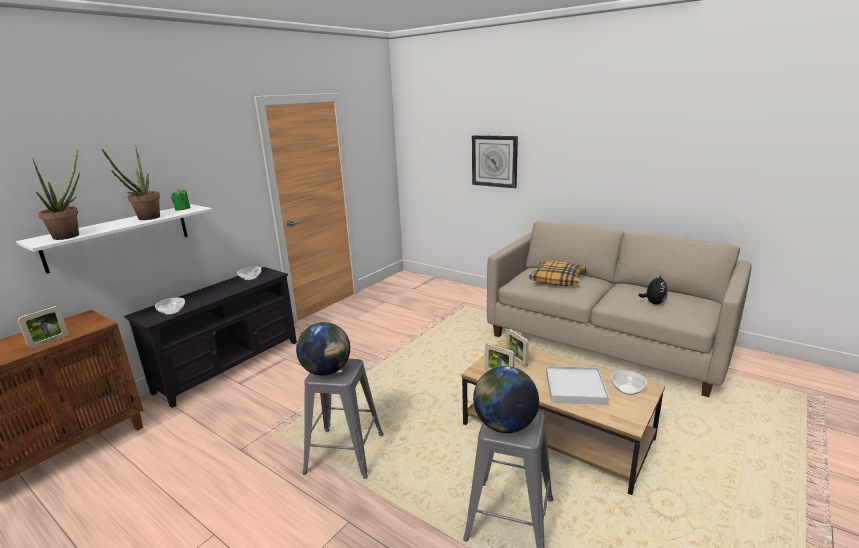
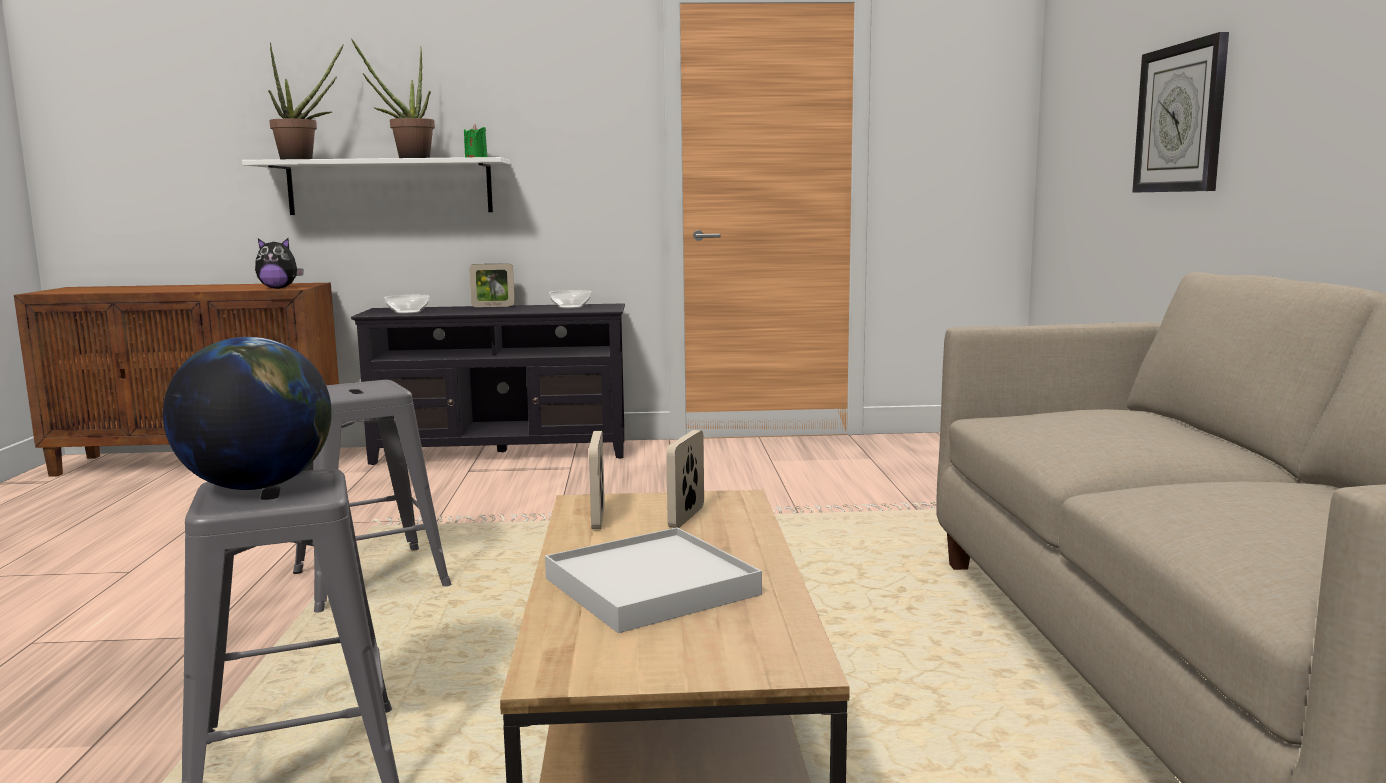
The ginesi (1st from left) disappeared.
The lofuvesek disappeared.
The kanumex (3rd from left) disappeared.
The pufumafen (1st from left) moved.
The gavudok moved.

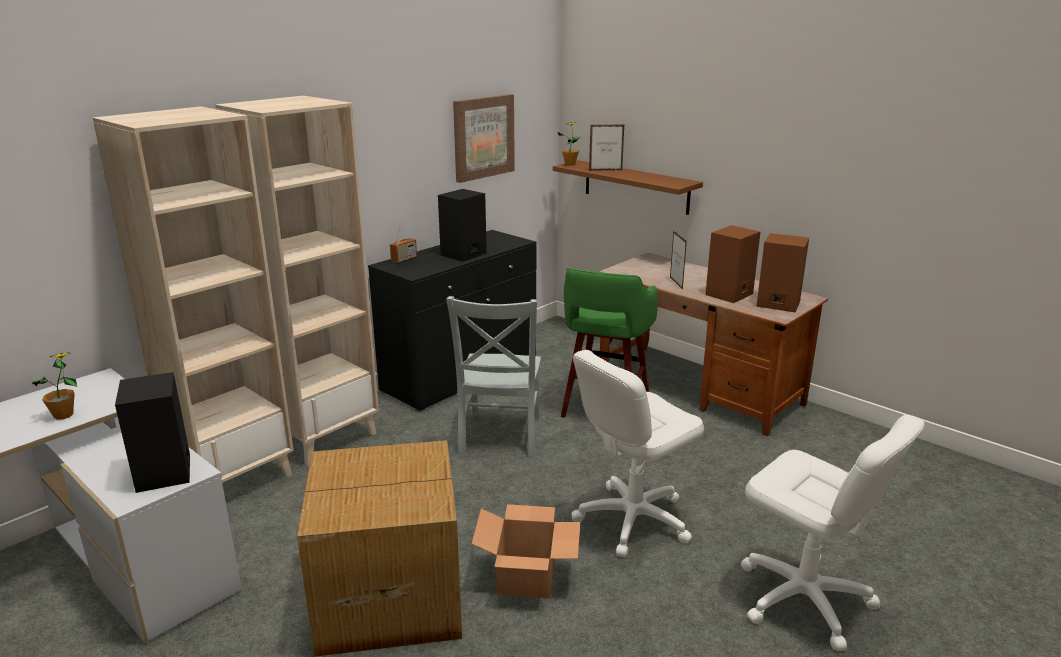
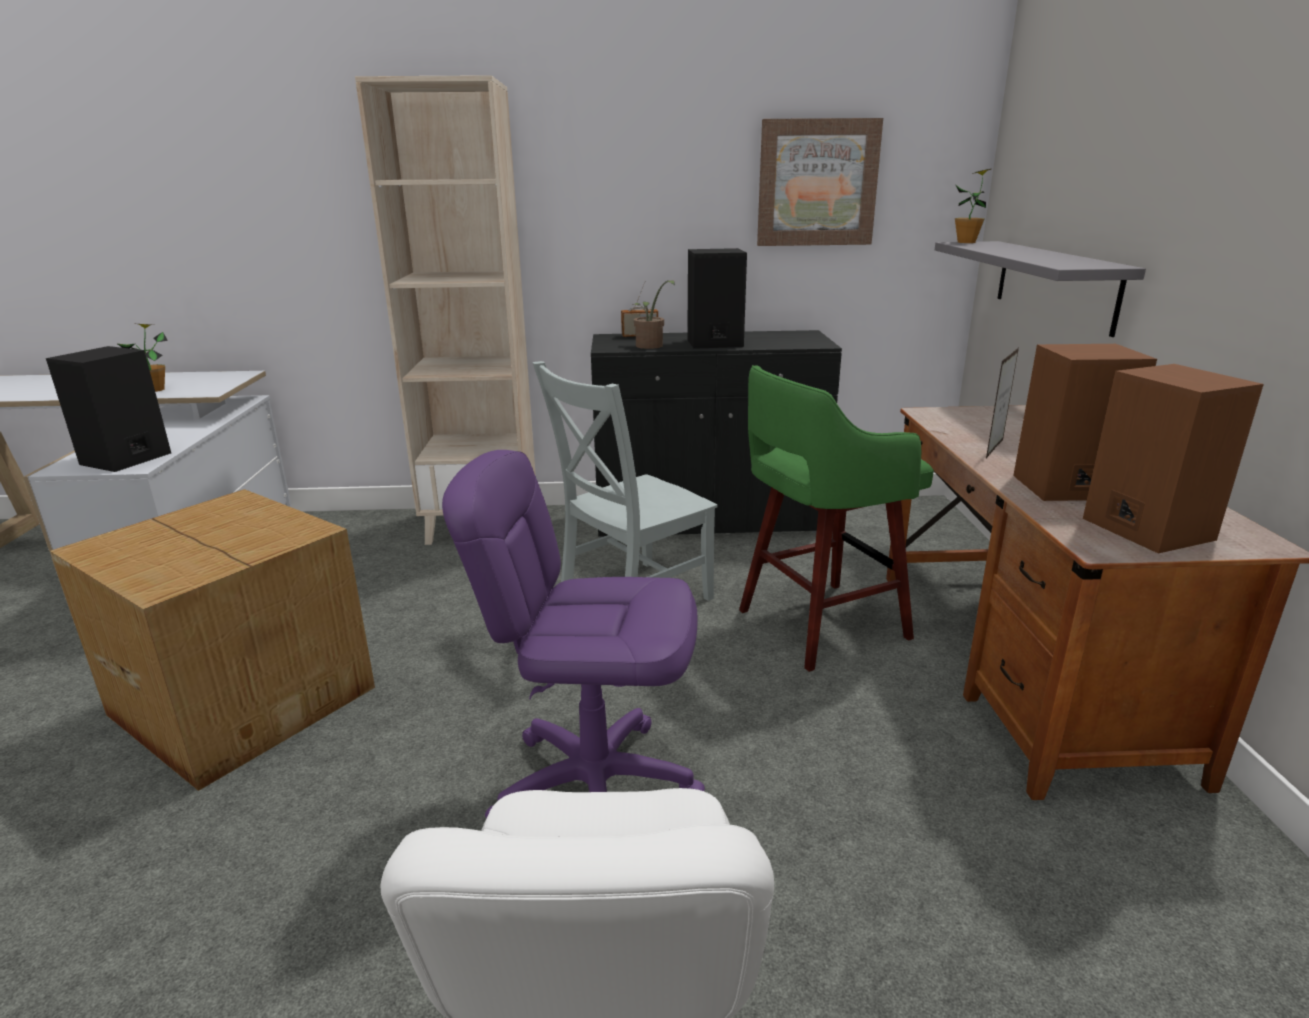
The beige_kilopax (1st from left) disappeared.
The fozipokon (2nd from left) disappeared.
The pufumafen (1st from left) disappeared.
The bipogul (2nd from left) appeared.
The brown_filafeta became the grey_filafeta.
The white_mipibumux (1st from left) became the purple_mipibumux.

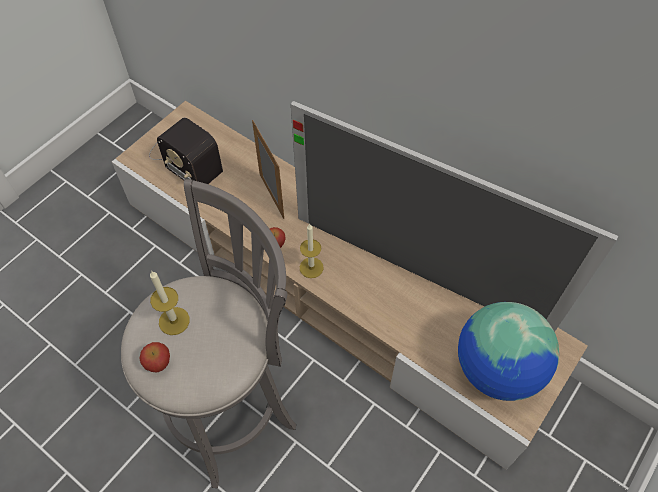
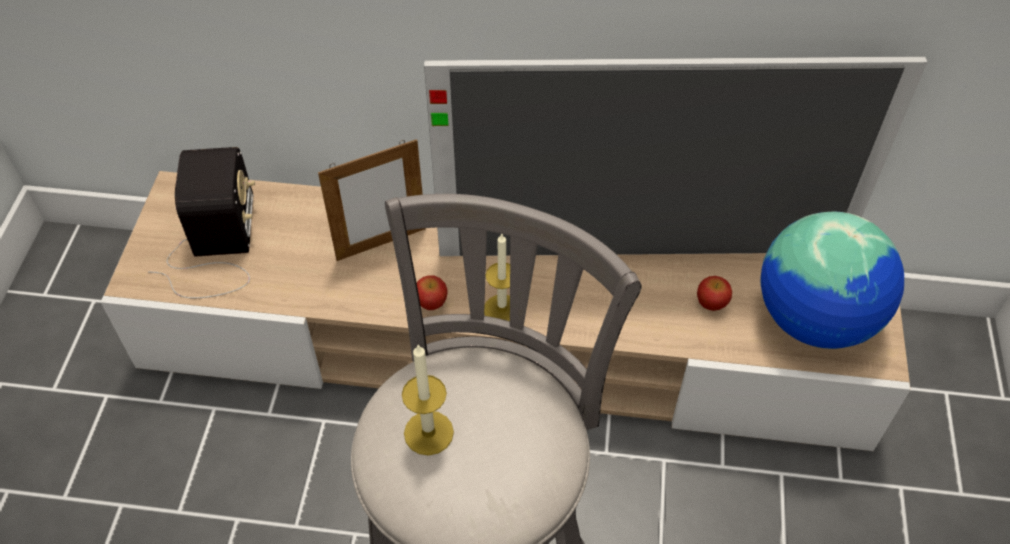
The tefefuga (1st from left in the first image) moved.
The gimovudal turned 105 degrees counterclockwise.
The pufumafen turned 120 degrees clockwise.

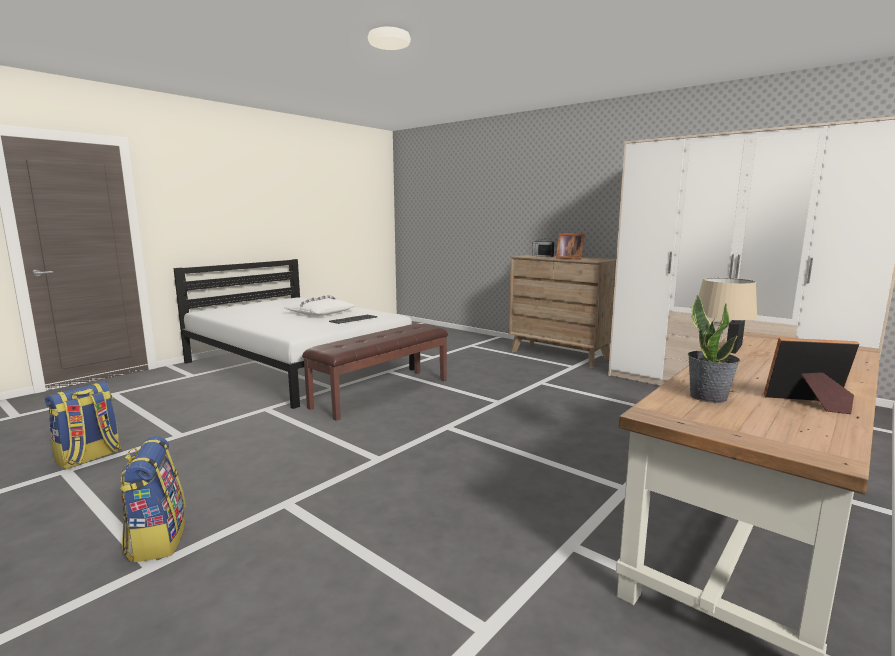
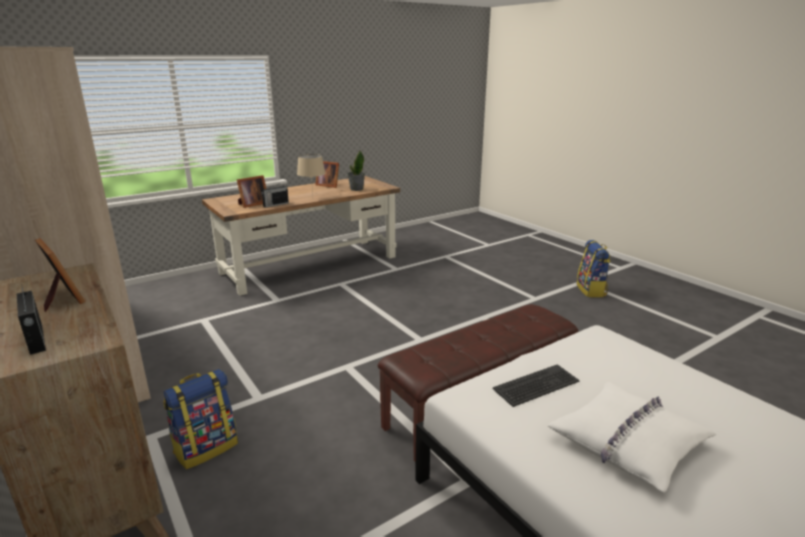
The pufumafen (2nd from left) appeared.
The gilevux (1st from left) moved.

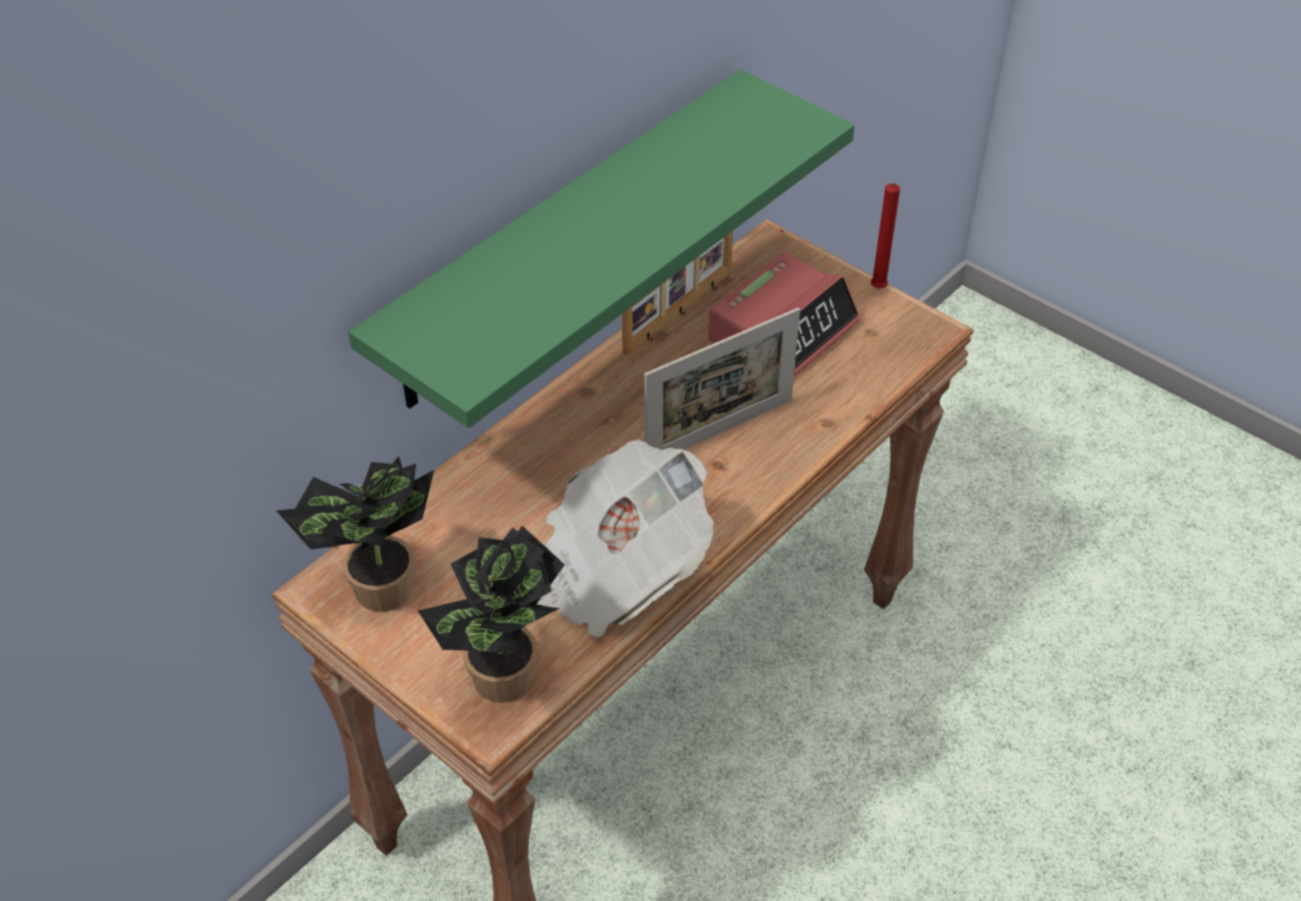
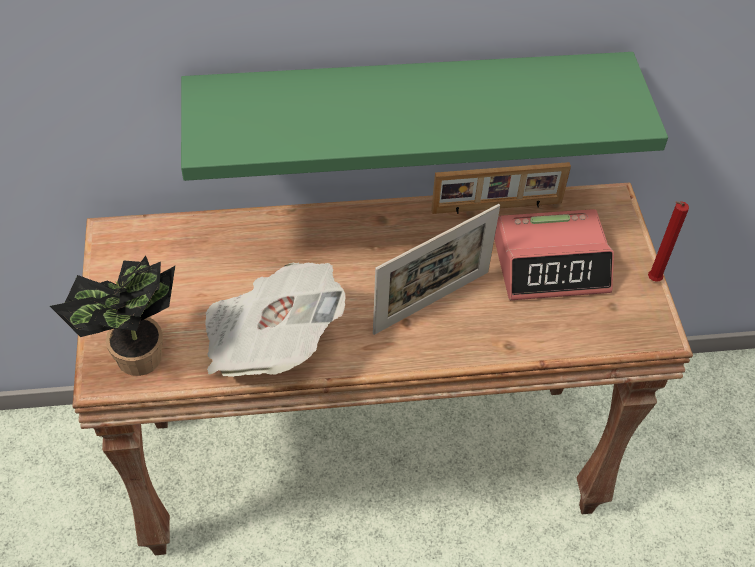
The bipogul (1st from left) disappeared.
The pufumafen (2nd from left in the first image) turned 45 degrees counterclockwise.

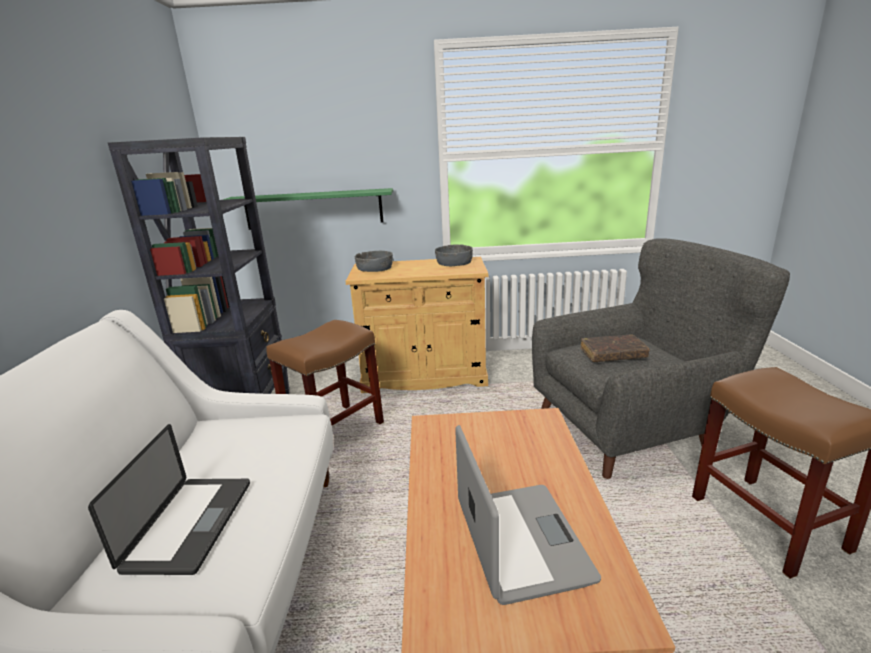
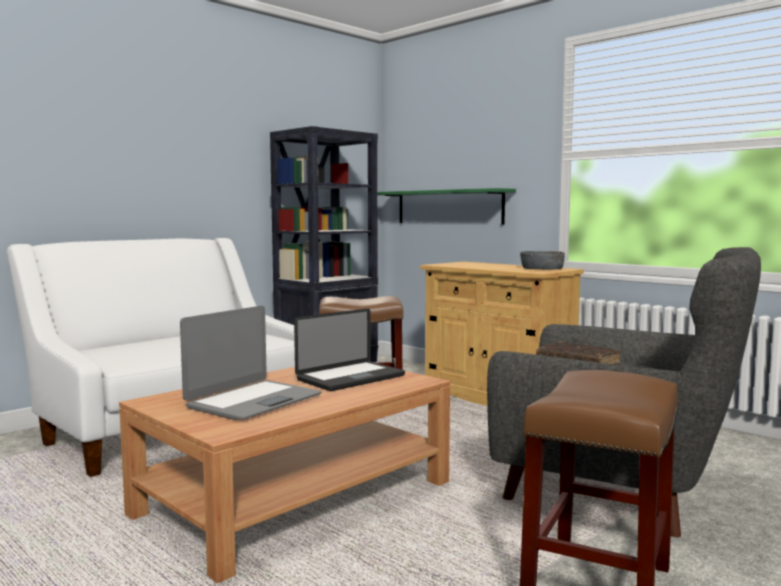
The grey_kanumex (1st from left) disappeared.
The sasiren (1st from left in the first image) moved.

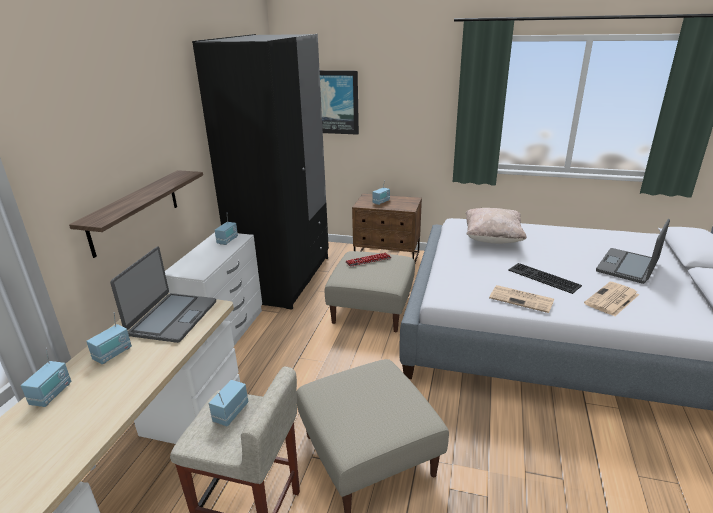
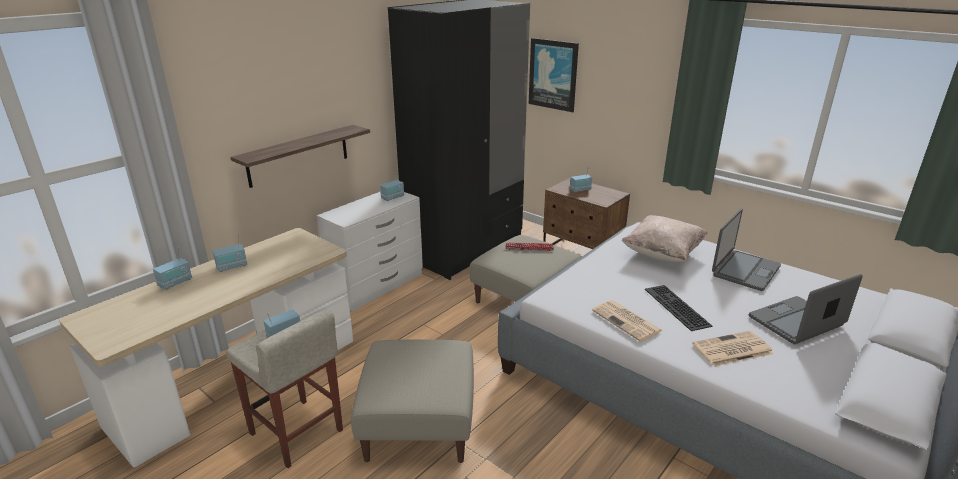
The sasiren (1st from left) moved.

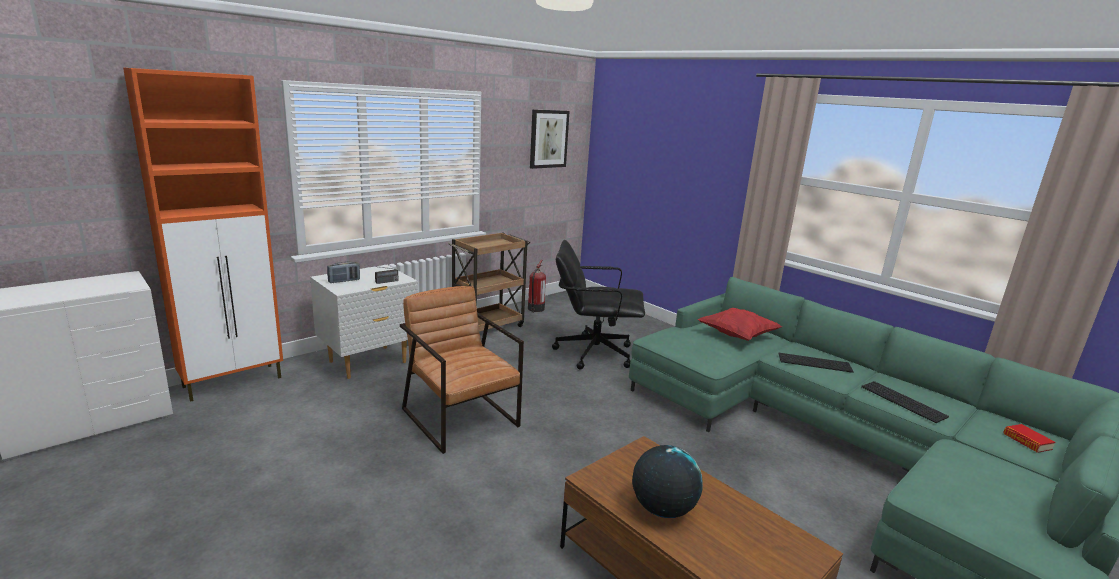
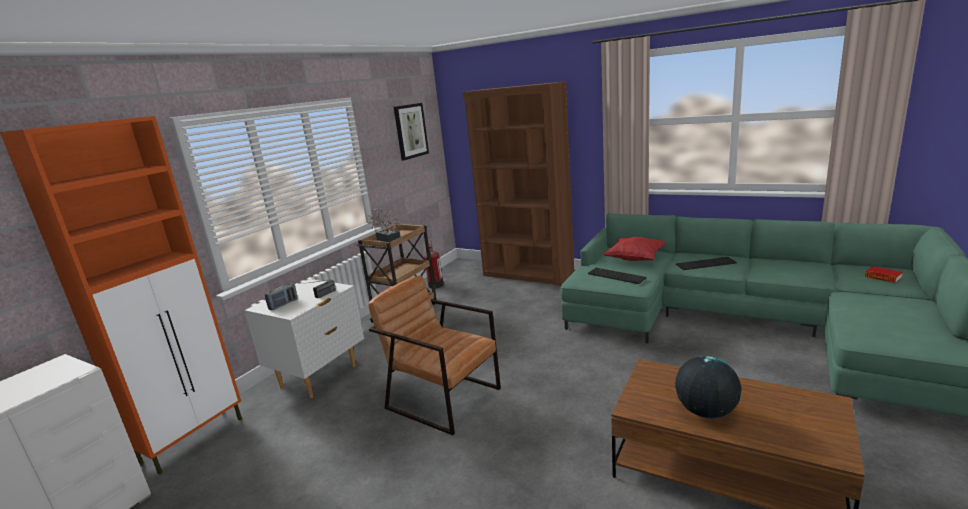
The black_mipibumux disappeared.
The bipogul appeared.
The brown_kilopax appeared.
The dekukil (2nd from left in the first image) moved.

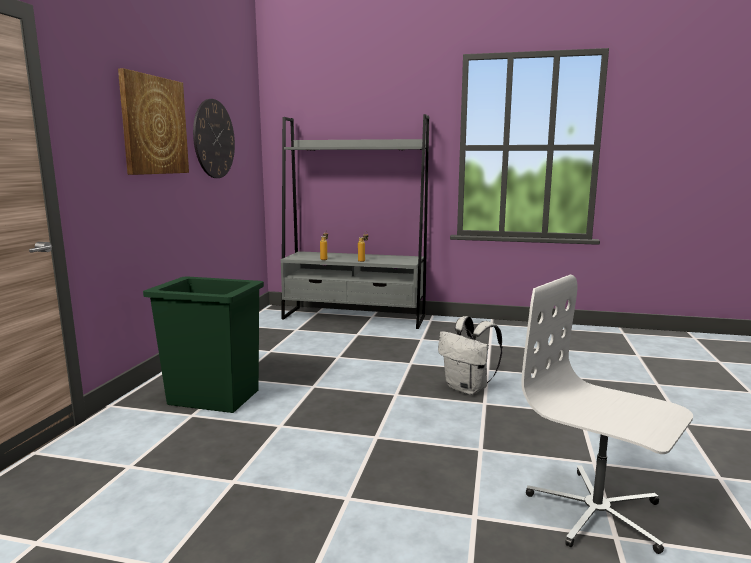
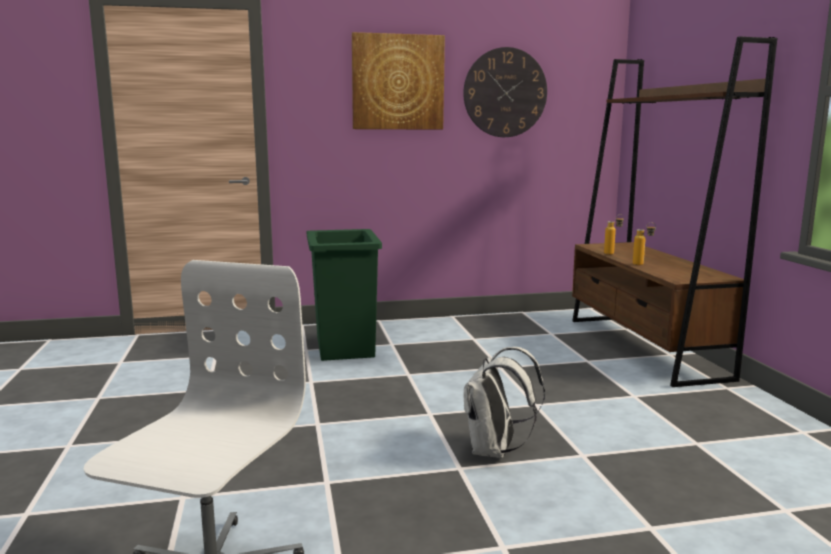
The grey_kilopax became the brown_kilopax.

